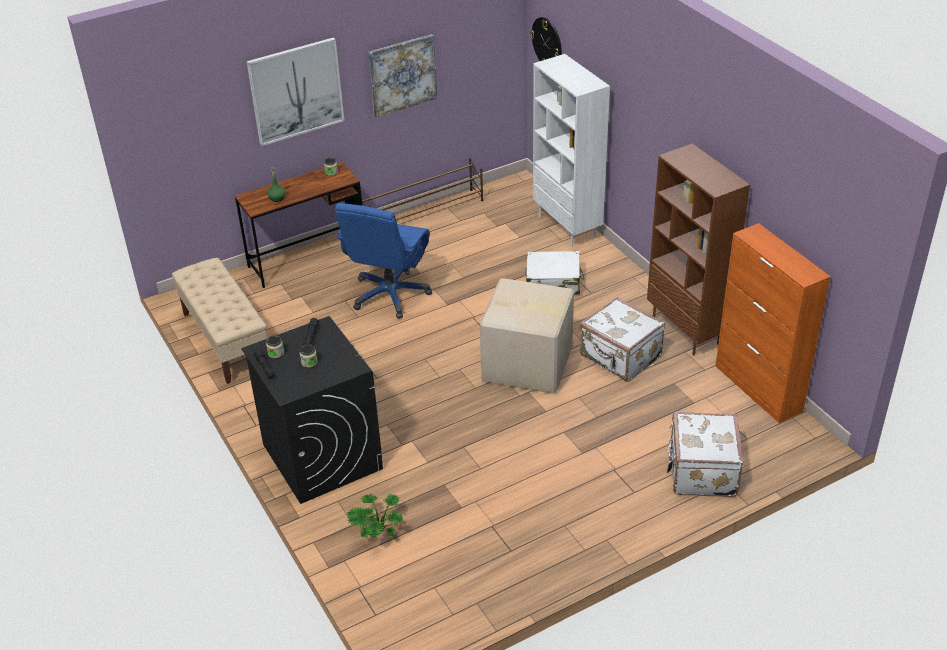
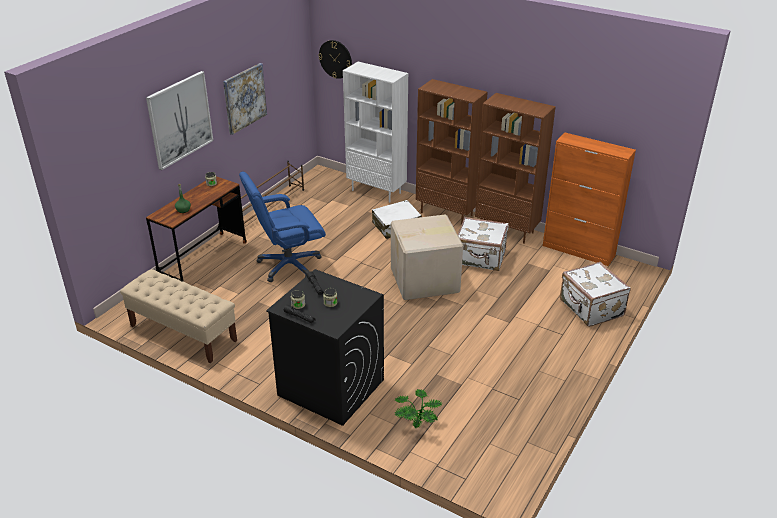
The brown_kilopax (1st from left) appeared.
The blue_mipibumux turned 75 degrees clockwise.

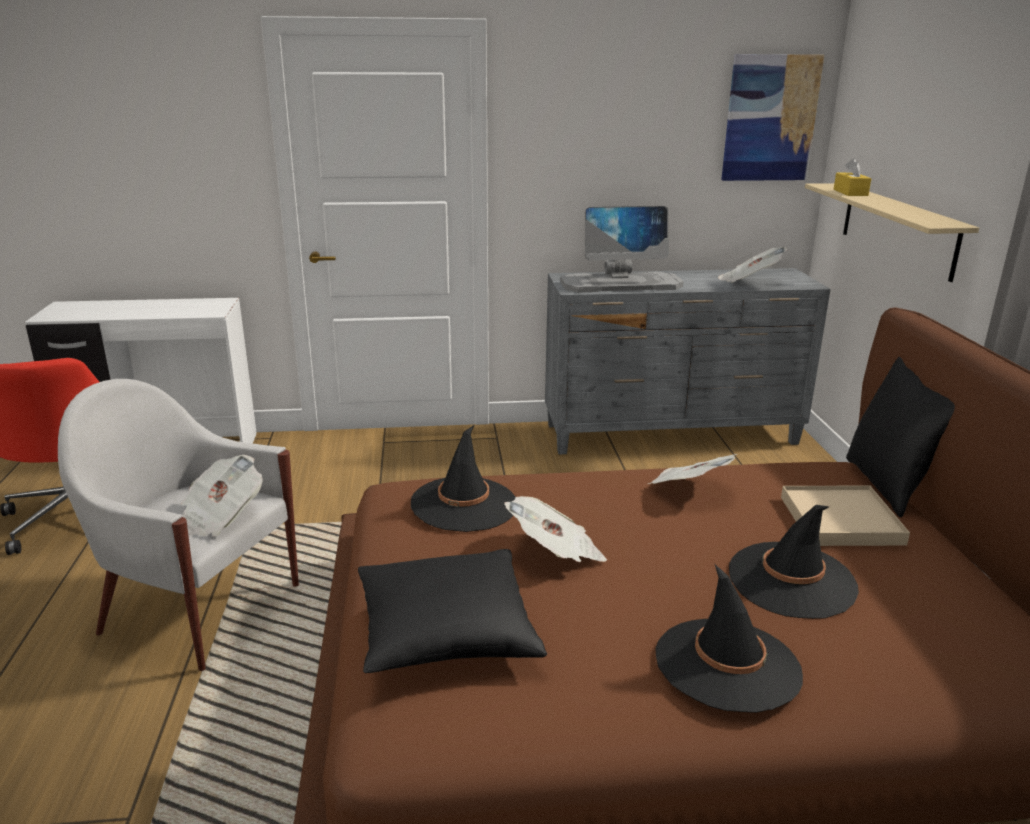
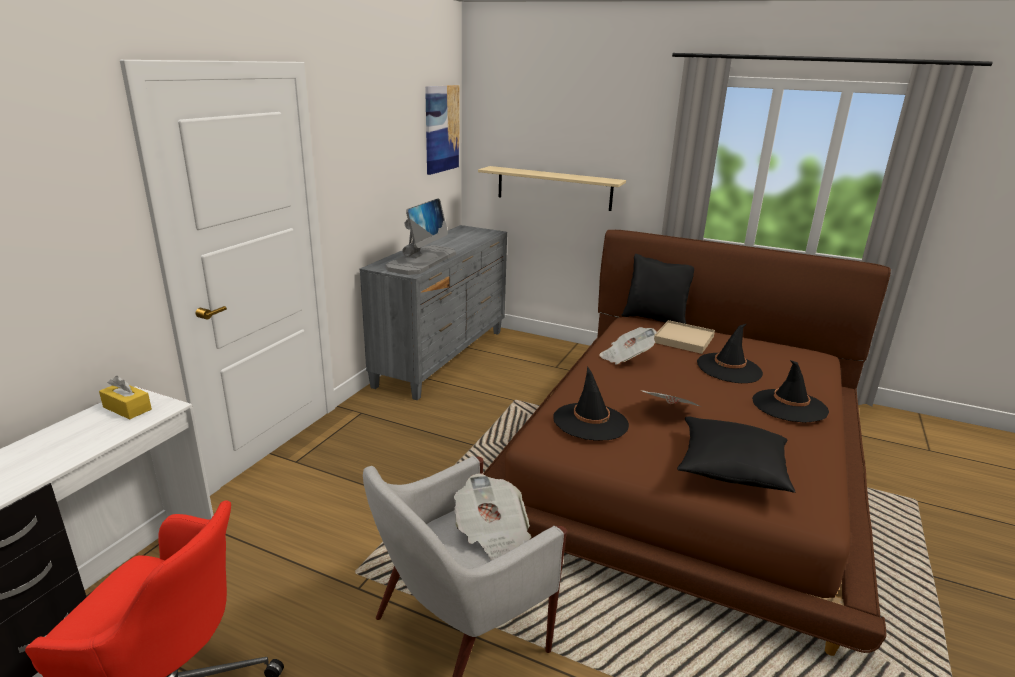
The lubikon (4th from left) disappeared.
The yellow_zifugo moved.

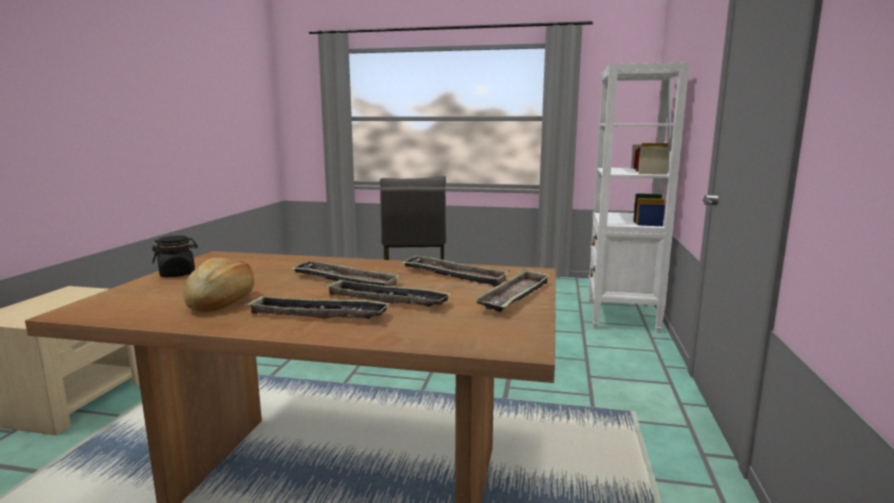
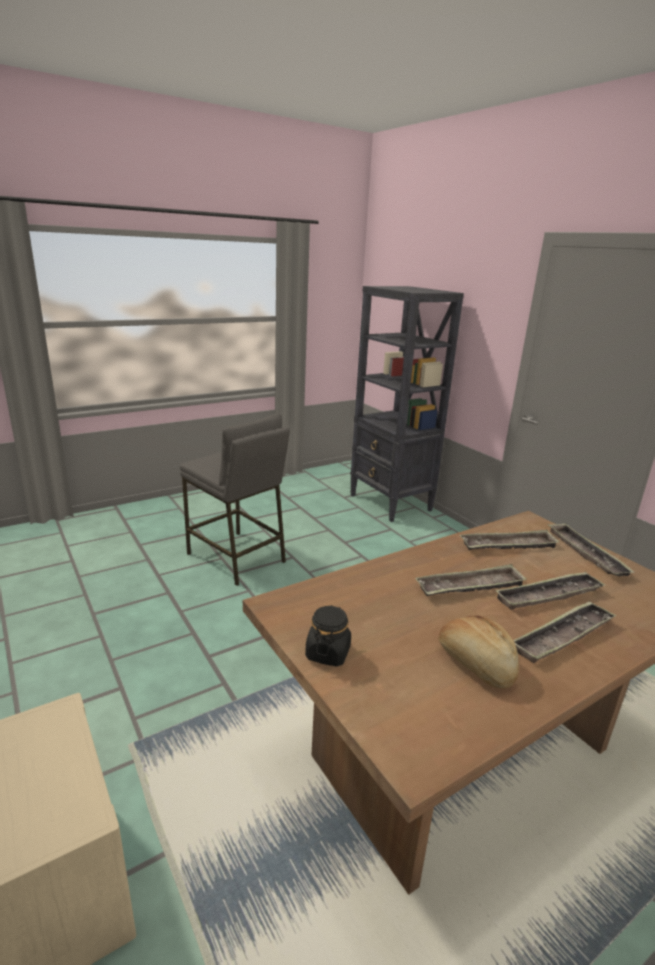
The white_kilopax became the black_kilopax.

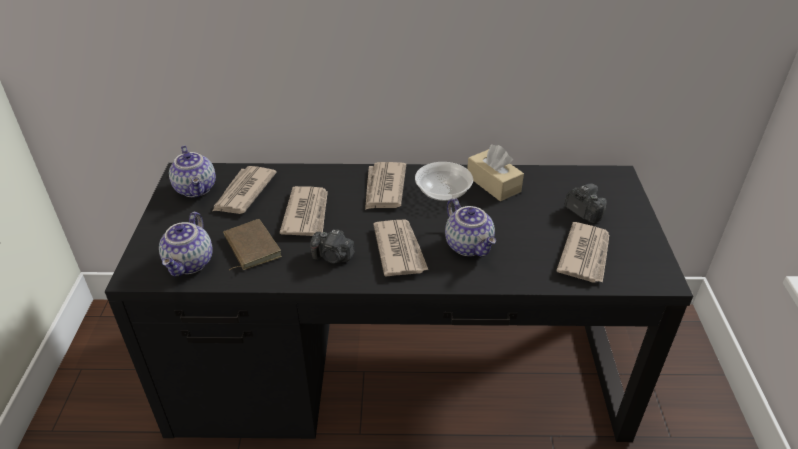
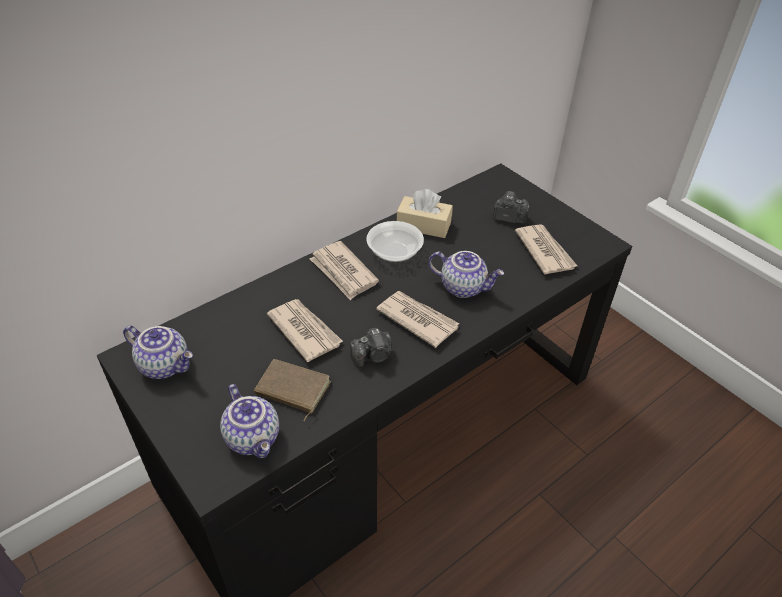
The lubikon (1st from left) disappeared.

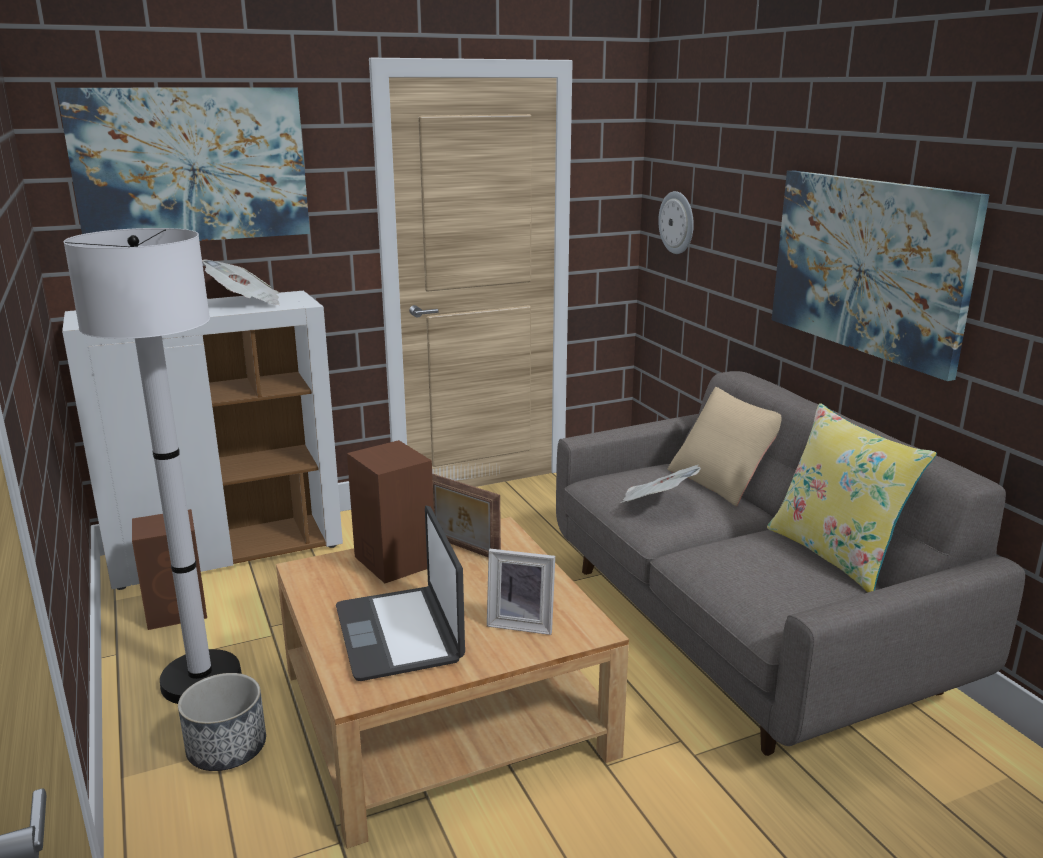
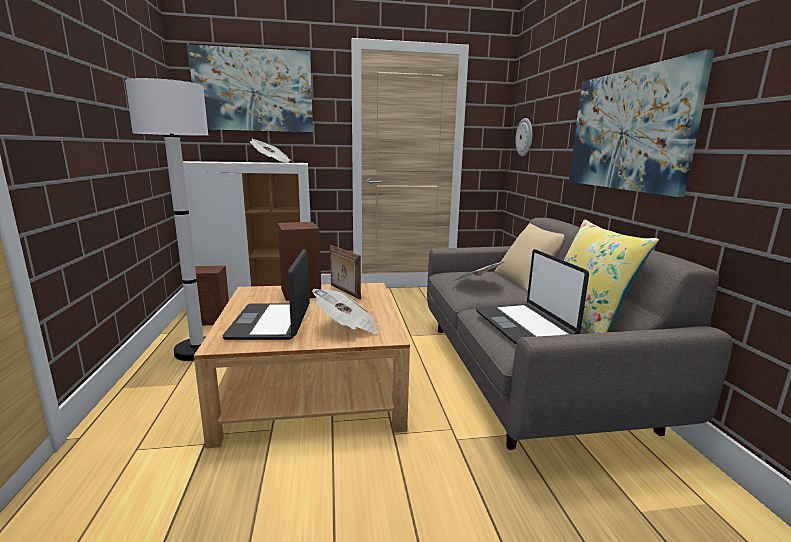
The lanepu disappeared.
The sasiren (2nd from left) appeared.
The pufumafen (2nd from left) was replaced by the lubikon (2nd from left).

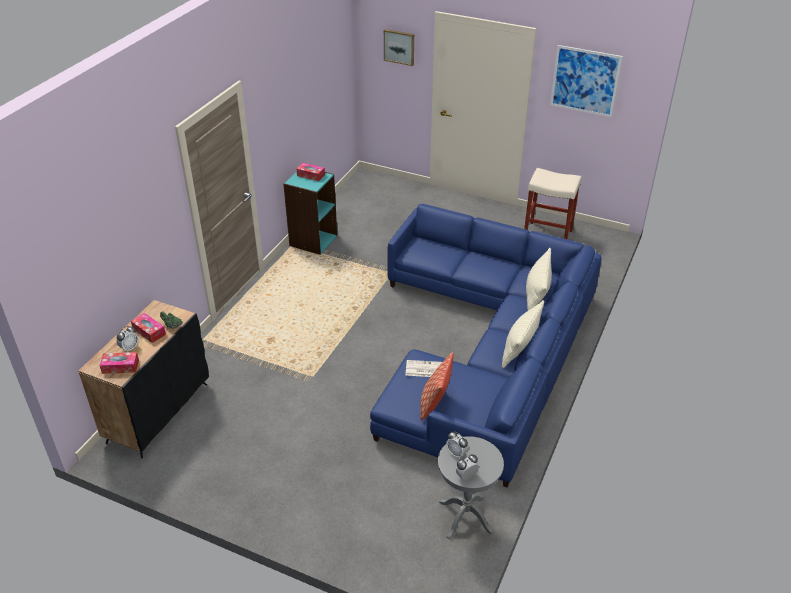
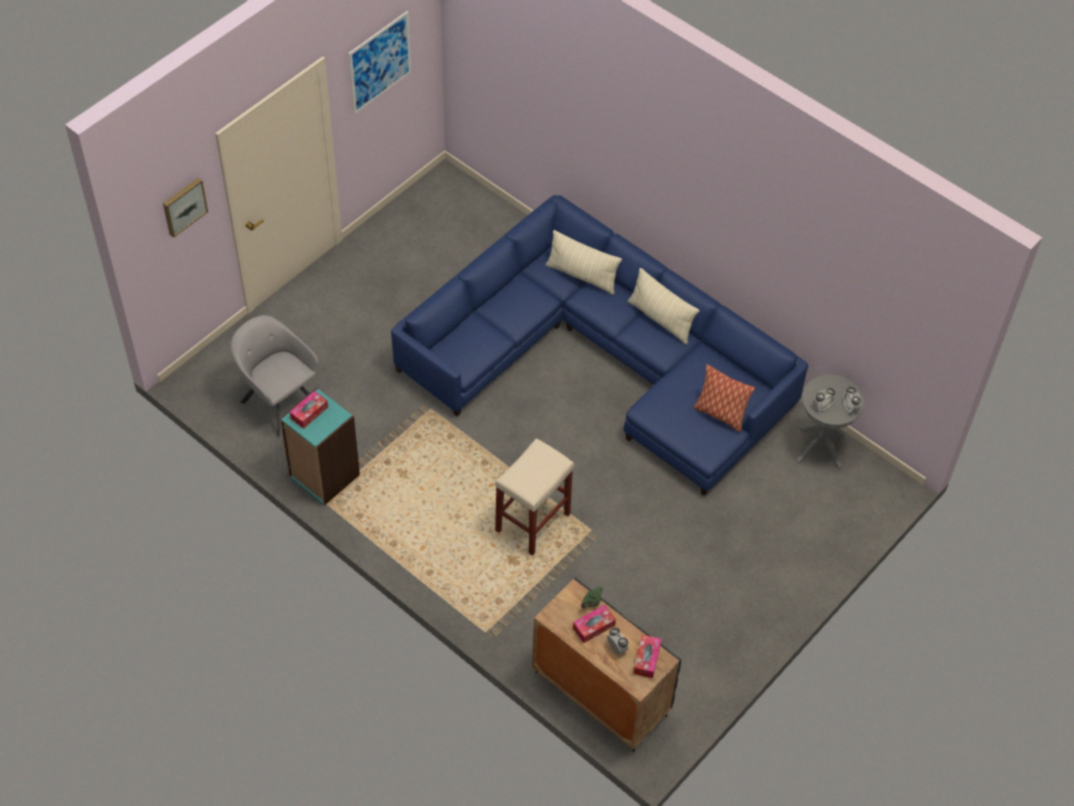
The lubikon disappeared.
The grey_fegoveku appeared.
The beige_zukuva moved.

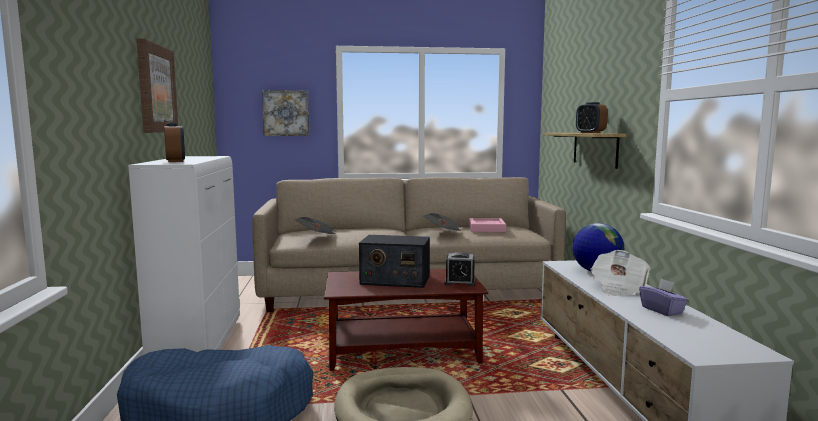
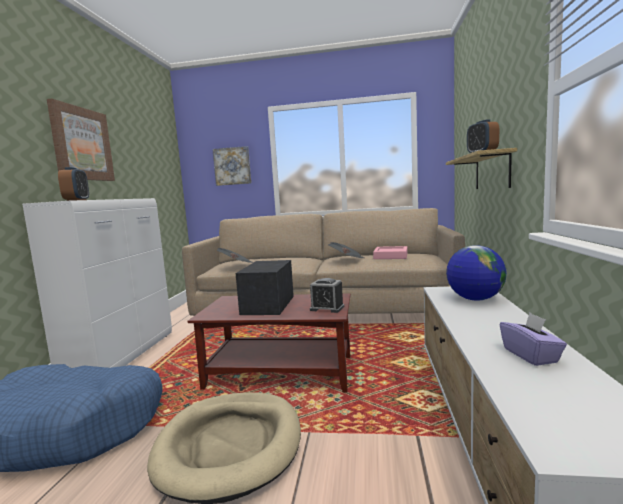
The lubikon (3rd from left) disappeared.
The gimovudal turned 75 degrees clockwise.

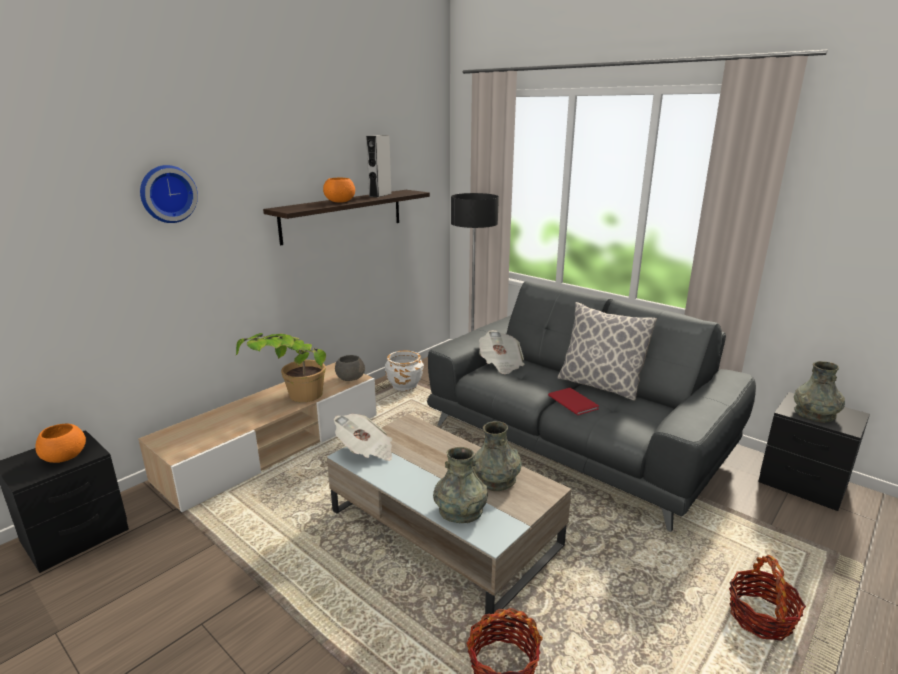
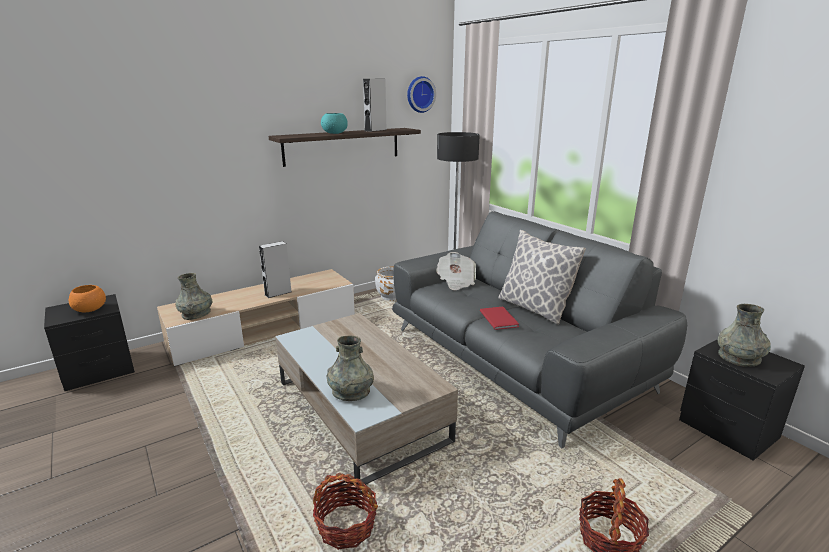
The lubikon (1st from left) disappeared.
The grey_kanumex disappeared.
The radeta moved.
The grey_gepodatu (2nd from left in the first image) moved.
The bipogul was replaced by the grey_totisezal (1st from left).
The orange_kanumex (2nd from left) became the turquoise_kanumex.

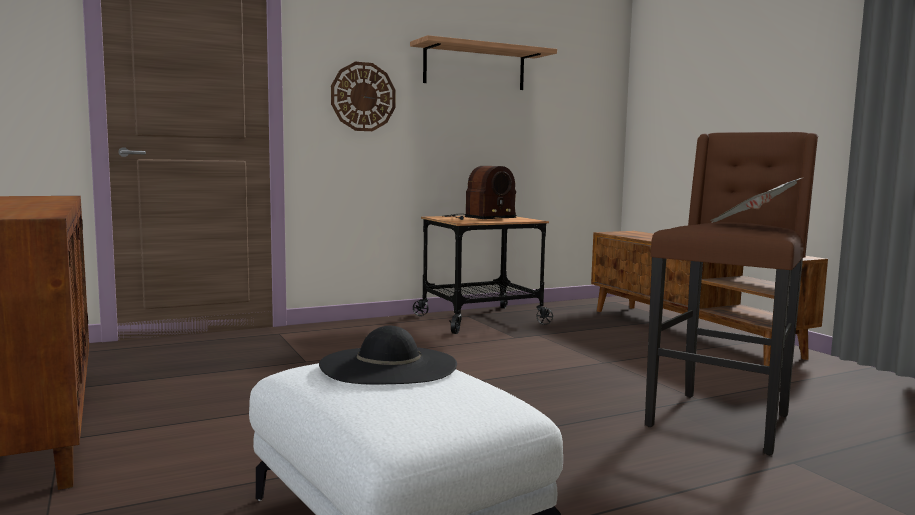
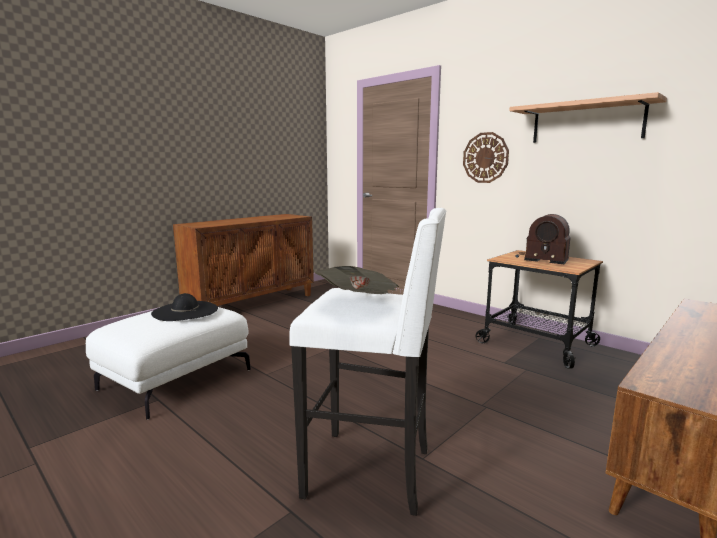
The brown_zukuva became the white_zukuva.

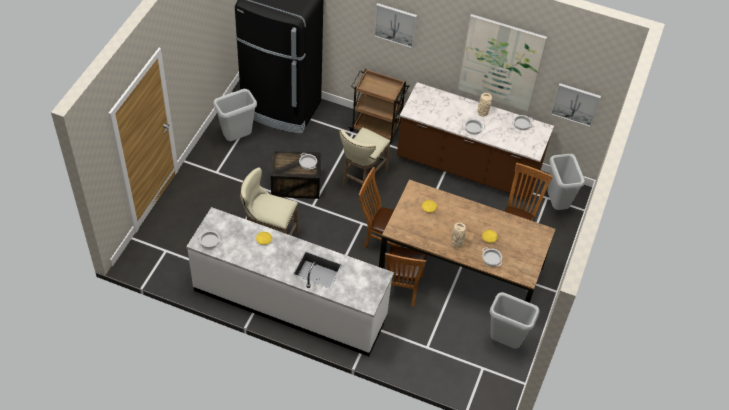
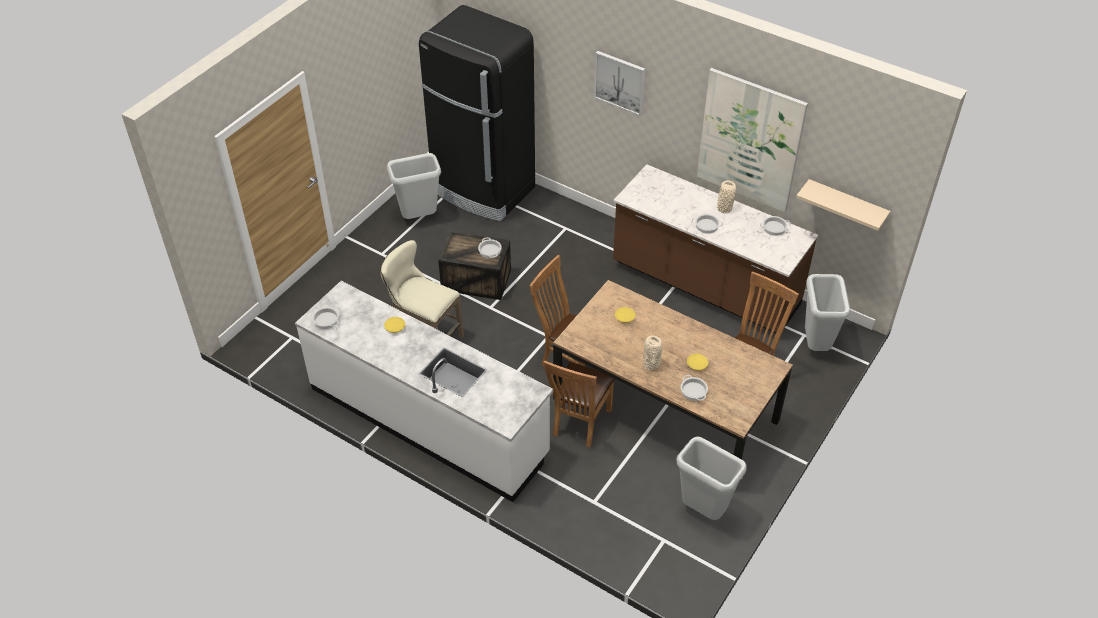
The beige_zukuva (2nd from left) disappeared.
The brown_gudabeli disappeared.
The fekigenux (3rd from left) was replaced by the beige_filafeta.

